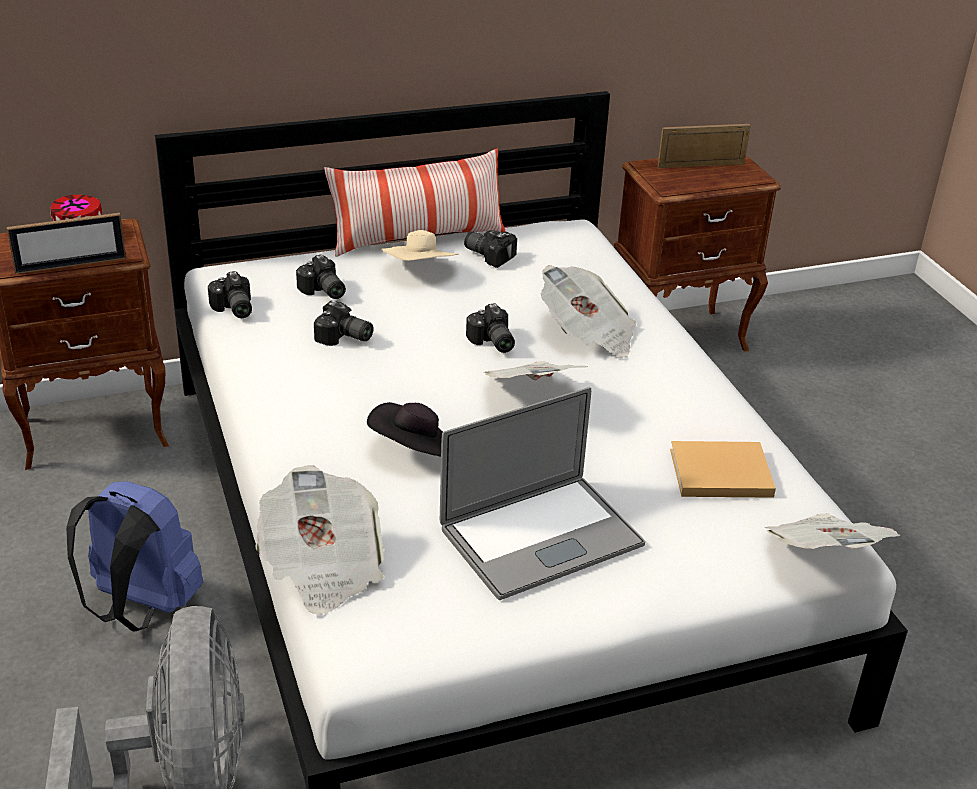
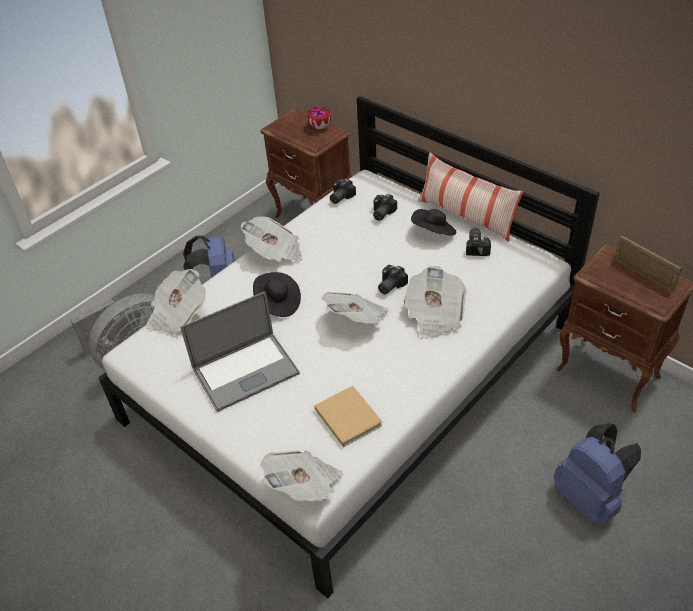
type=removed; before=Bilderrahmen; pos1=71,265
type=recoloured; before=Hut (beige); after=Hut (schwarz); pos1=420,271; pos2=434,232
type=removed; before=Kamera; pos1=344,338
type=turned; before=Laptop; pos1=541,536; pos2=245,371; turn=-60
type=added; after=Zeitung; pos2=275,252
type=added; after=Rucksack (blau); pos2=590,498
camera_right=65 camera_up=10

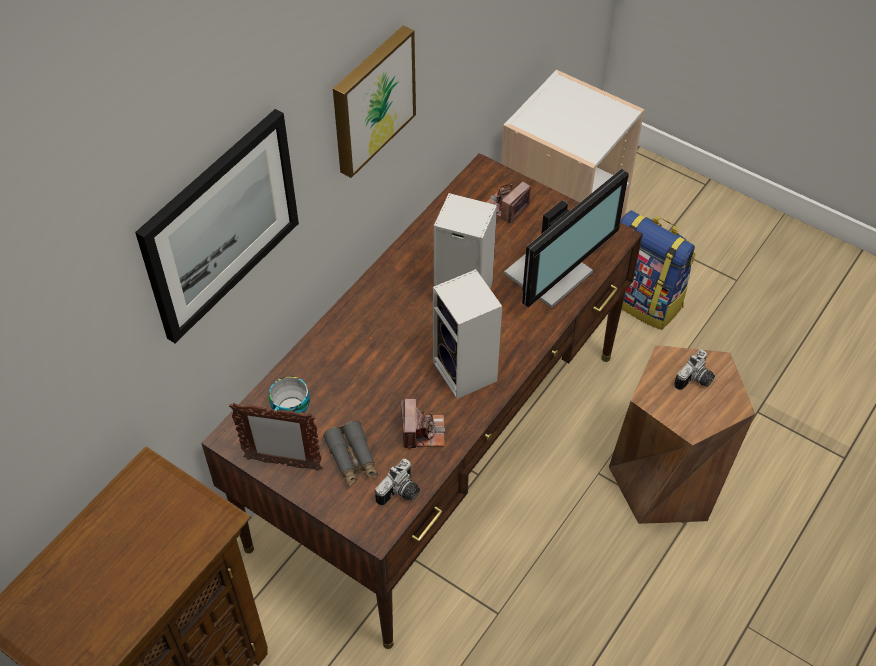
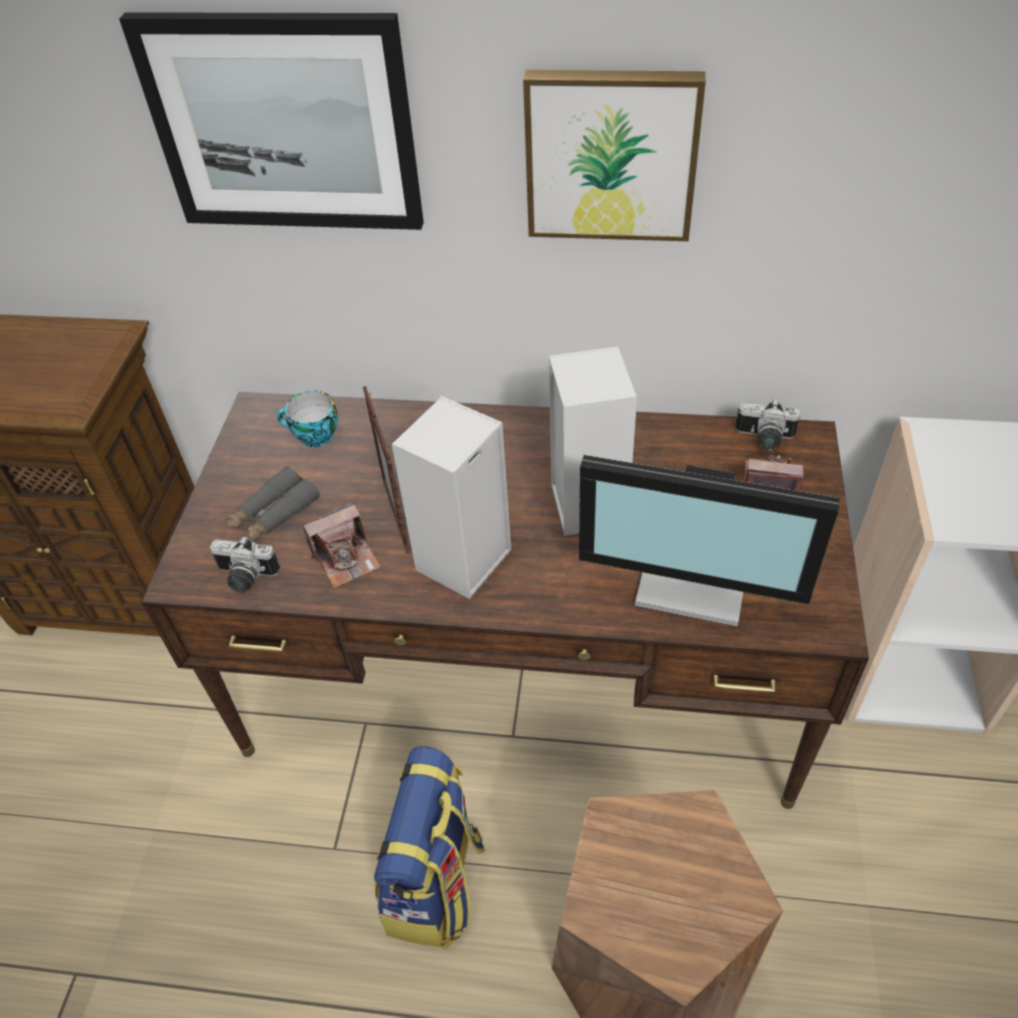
type=moved; before=Rucksack; pos1=644,300; pos2=436,885
type=moved; before=Kamera; pos1=695,380; pos2=764,439
type=moved; before=Bilderrahmen; pos1=282,463; pos2=396,516
camera_right=65 camera_up=-5

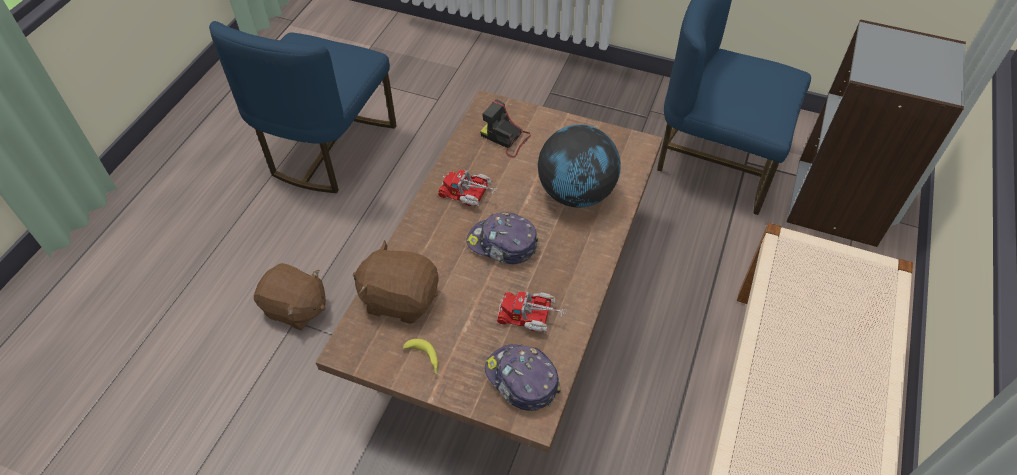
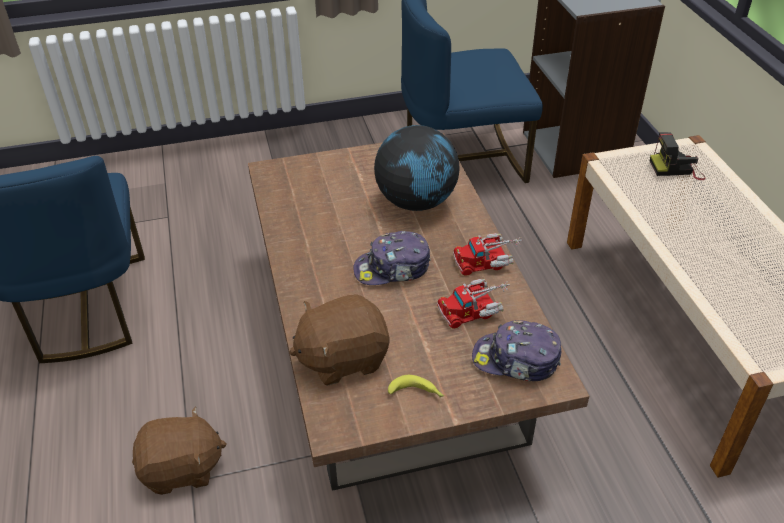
type=moved; before=Kamera; pos1=506,138; pos2=677,168
type=moved; before=Spielzeuglaster; pos1=470,194; pos2=488,260
camera_right=-35 camera_up=-10

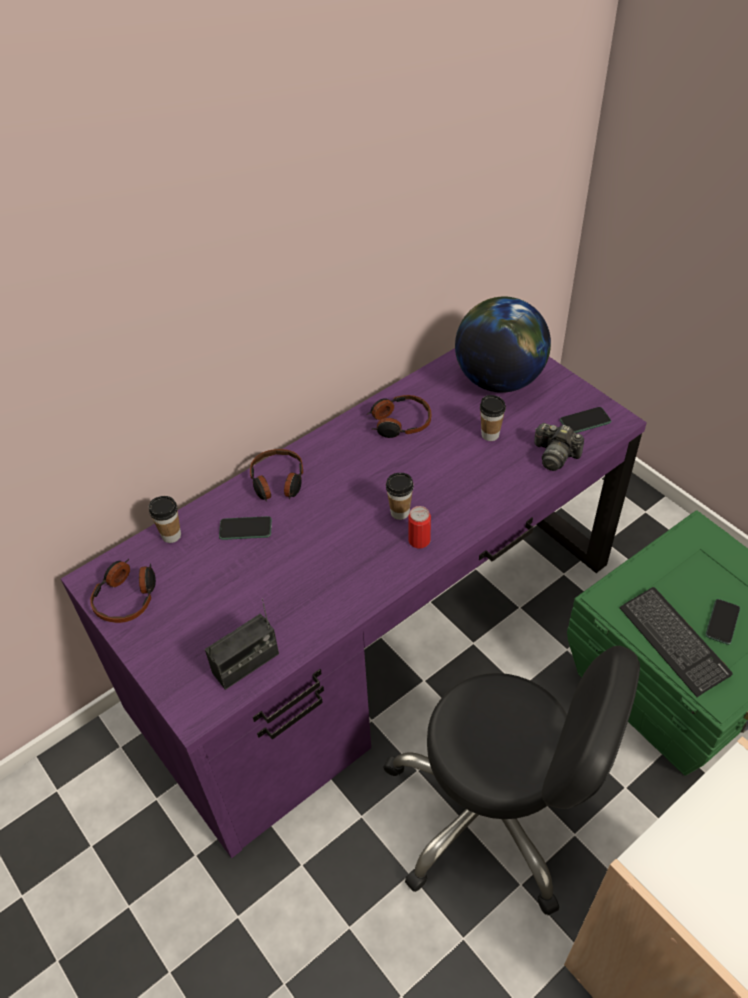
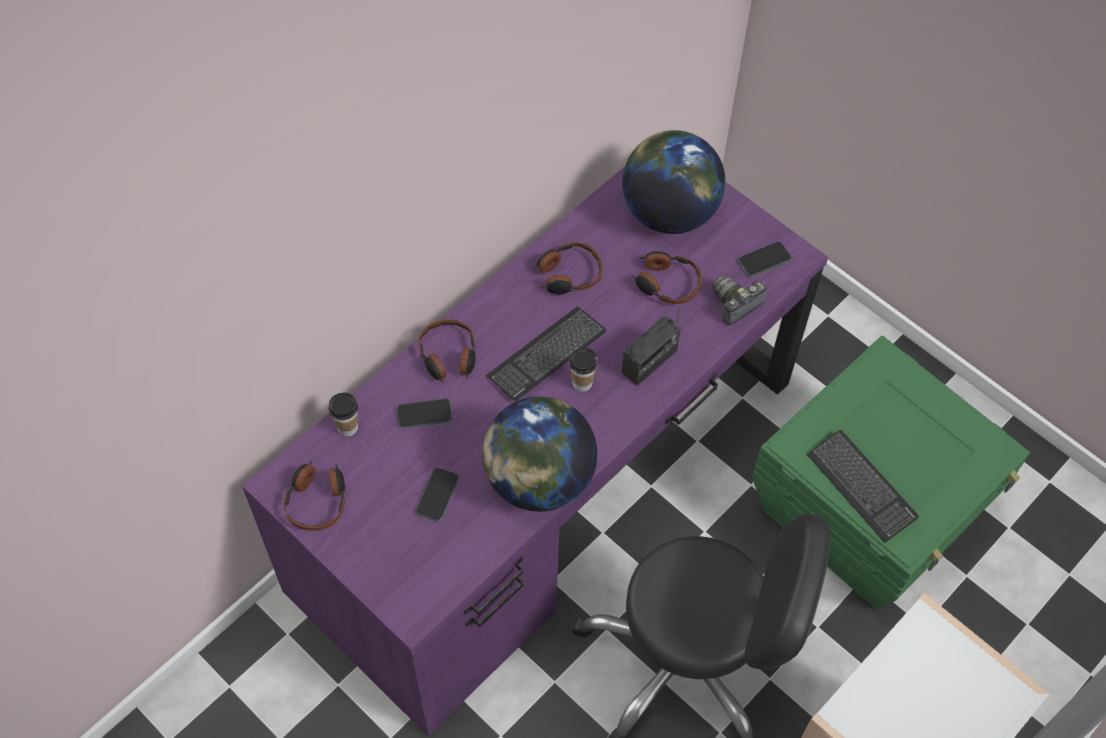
type=replaced; before=Tasse; after=Kopfhörer; pos1=490,435; pos2=666,283
type=turned; before=Kamera; pos1=555,455; pos2=736,304; turn=120
type=removed; before=Dose; pos1=419,540
type=moved; before=Radio; pos1=246,664; pos2=649,362
type=moved; before=Handy; pos1=722,622; pos2=437,495
type=added; after=Tastatur; pos2=546,355
type=added; after=Globus; pos2=538,479
camera_right=-10 camera_up=10

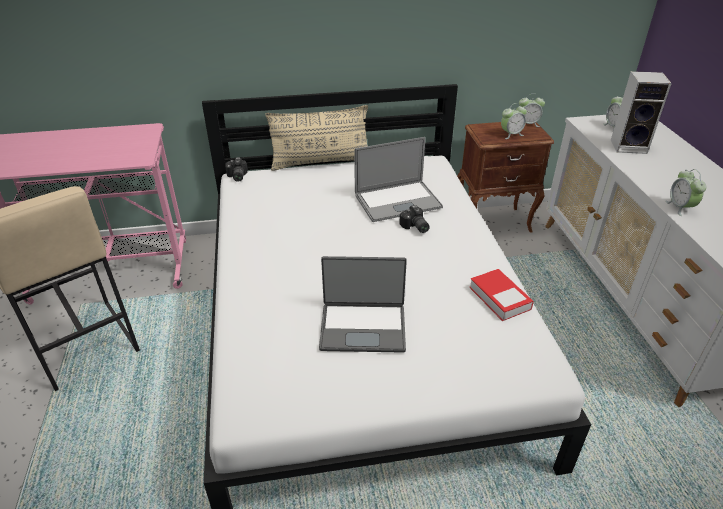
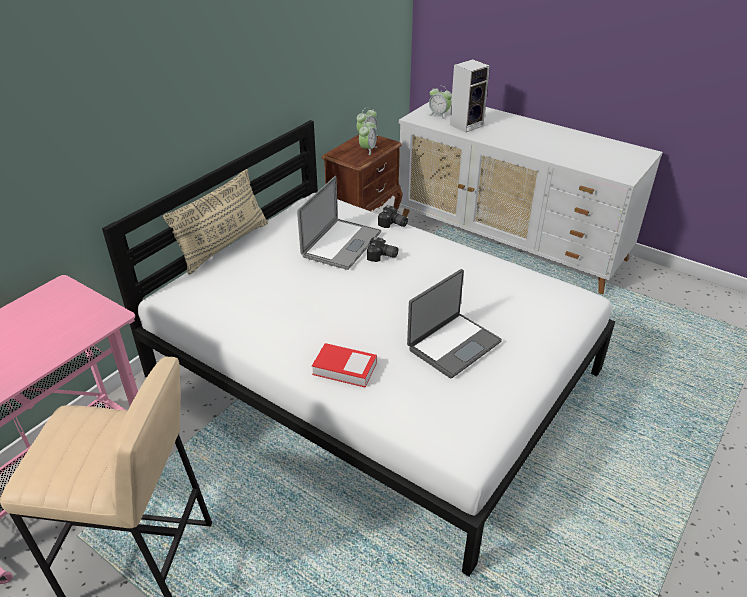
type=moved; before=Kamera; pos1=236,176; pos2=393,224
type=removed; before=Wecker; pos1=680,207
type=moved; before=Buch; pos1=499,298; pos2=345,369
camera_right=-45 camera_up=0

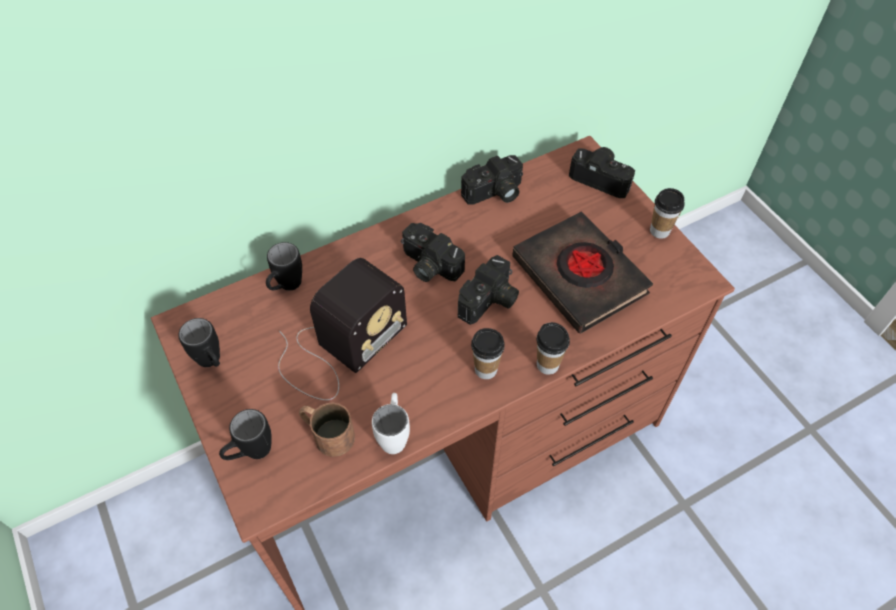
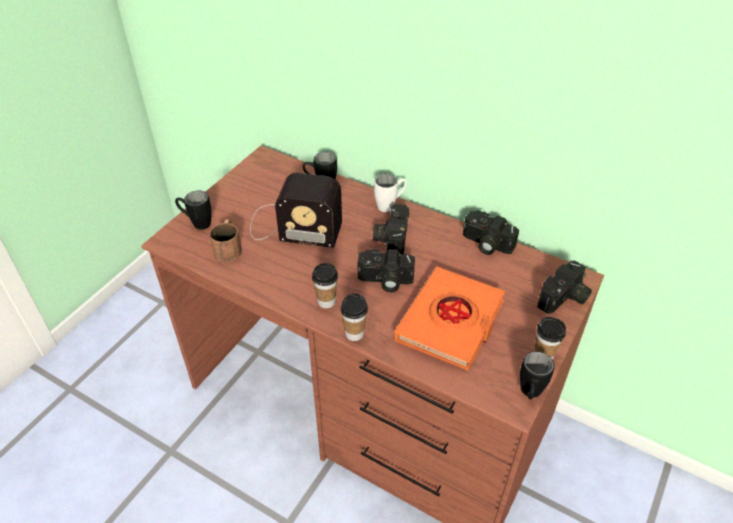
type=turned; before=Kamera; pos1=602,178; pos2=564,299; turn=45
type=recoloured; before=Buch (schwarz); after=Buch (orange); pos1=580,276; pos2=450,322
type=moved; before=Henkelbecher (schwarz); pos1=212,363; pos2=529,395
type=moved; before=Henkelbecher (weiß); pos1=394,434; pos2=390,205
camera_right=60 camera_up=-10

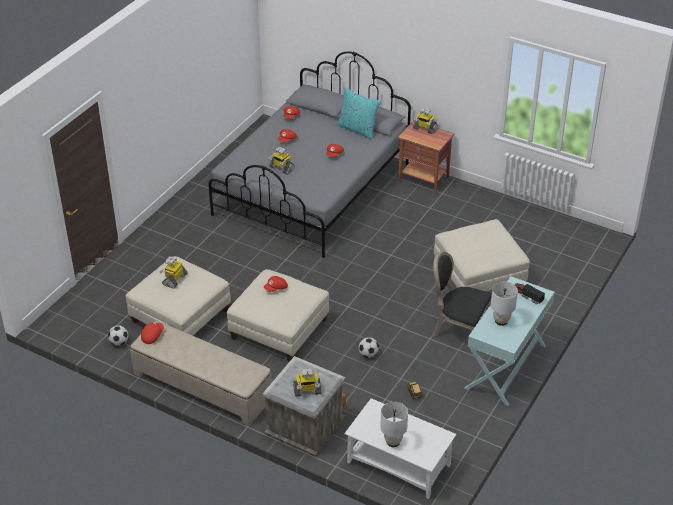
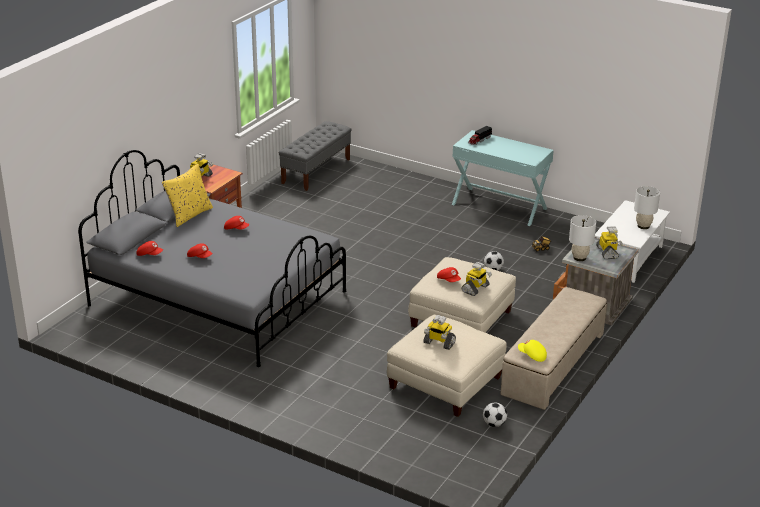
type=recoloured; before=Kissen (türkis); after=Kissen (gelb); pos1=358,129; pos2=189,215
type=moved; before=Spielzeugroboter; pos1=281,168; pos2=475,289
type=removed; before=Polsterhocker (beige); pos1=478,275
type=removed; before=Stuhl (schwarz); pos1=458,330
type=moved; before=Tischlampe (weiß); pos1=501,321; pos2=579,258
type=recoloured; before=Kappe (rot); after=Kappe (gelb); pos1=152,336; pos2=532,355
type=added; after=Bank (grau); pos2=316,171
camera_right=-90 camera_up=-10

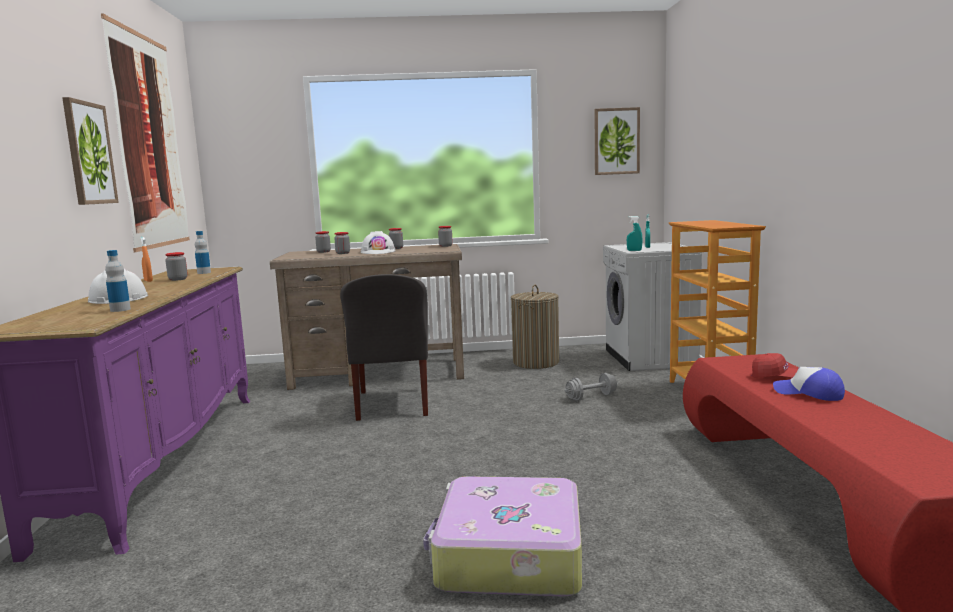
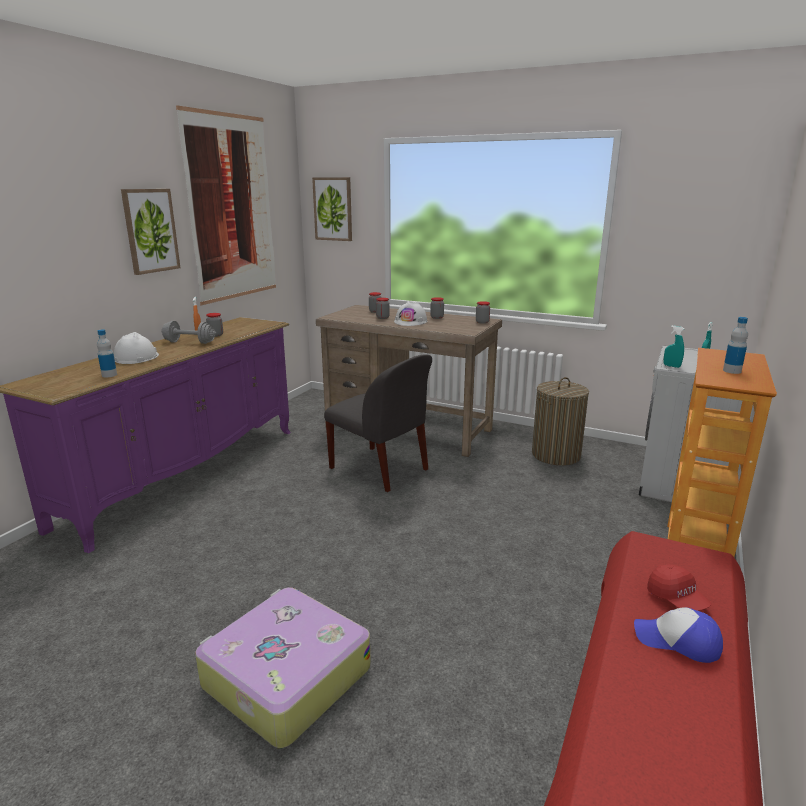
type=moved; before=Bild; pos1=616,141; pos2=333,209
type=moved; before=Flasche; pos1=204,273; pos2=732,371
type=turned; before=Stuhl (grau); pos1=393,405; pos2=380,470; turn=-75
type=turned; before=Kappe; pos1=808,393; pos2=677,641; turn=-45
type=moved; before=Hantel (grau); pos1=591,397; pos2=190,342
camera_right=30 camera_up=10

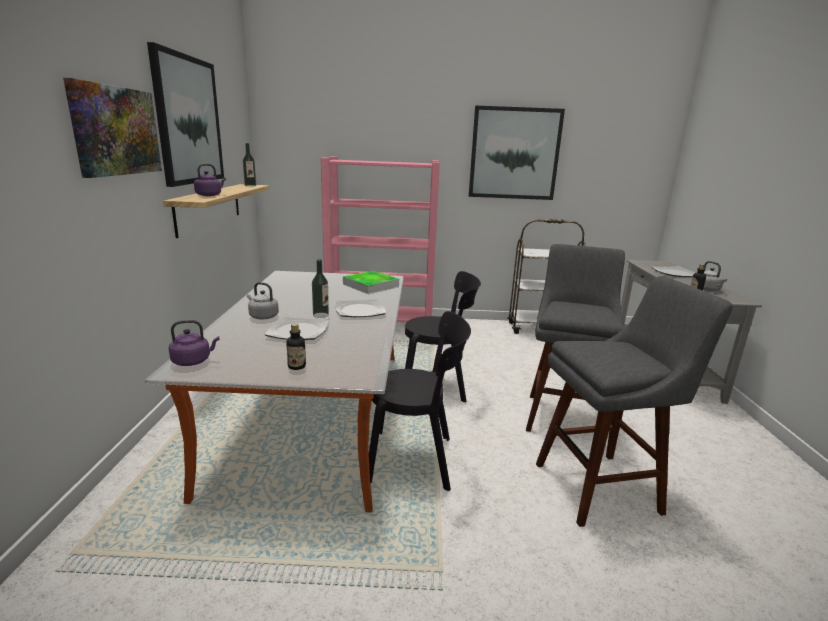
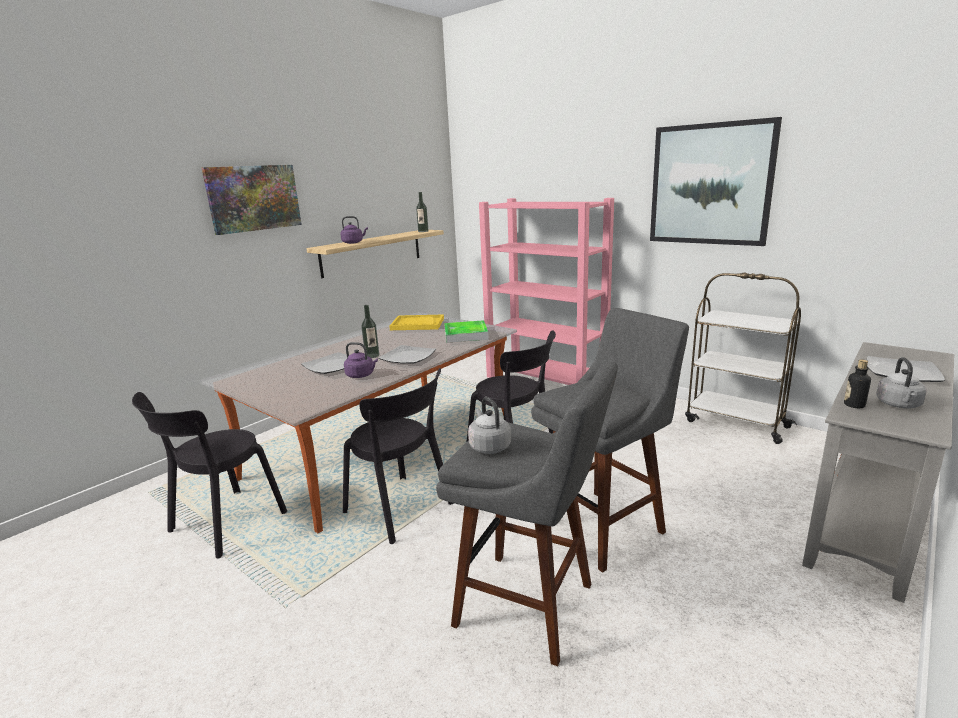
type=removed; before=Bild; pos1=188,120
type=moved; before=Wasserkessel (grau); pos1=262,316; pos2=489,446
type=moved; before=Wasserkessel (lila); pos1=193,361; pos2=361,375
type=removed; before=Flasche; pos1=296,366
type=added; after=Tablett (gelb); pos2=417,324
type=added; after=Stuhl (schwarz); pos2=223,525
camera_right=40 camera_up=0

